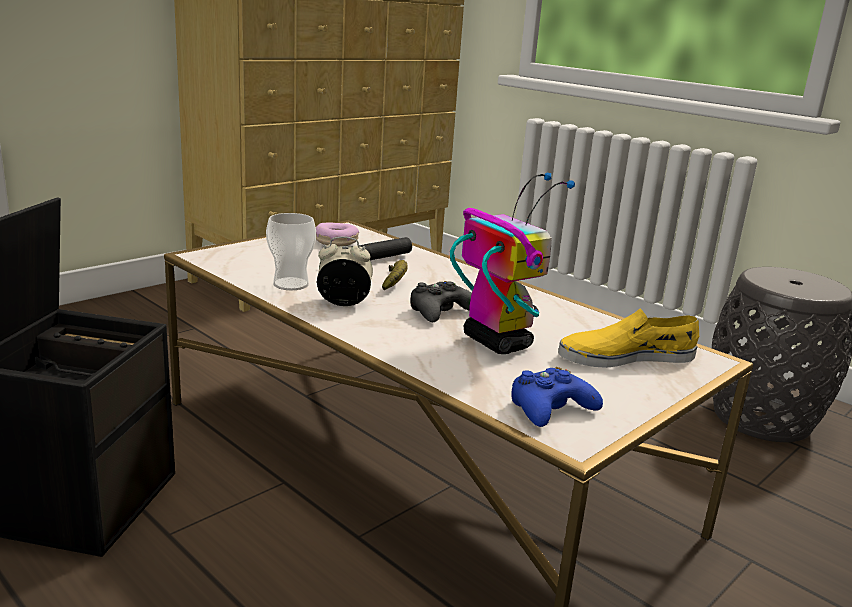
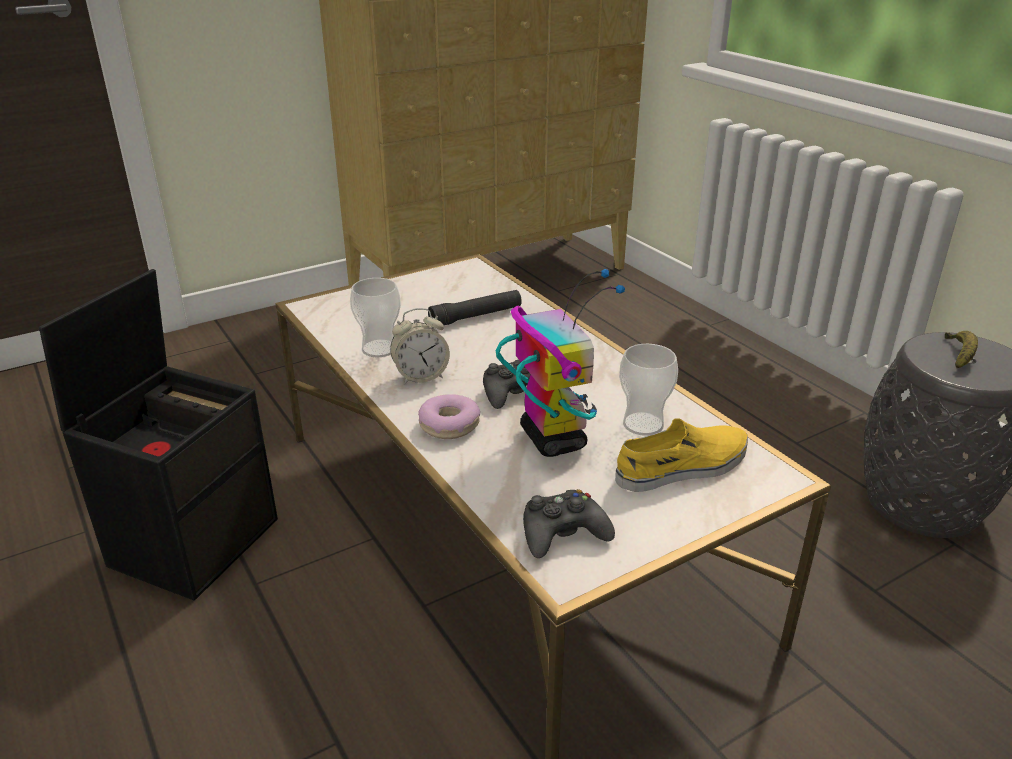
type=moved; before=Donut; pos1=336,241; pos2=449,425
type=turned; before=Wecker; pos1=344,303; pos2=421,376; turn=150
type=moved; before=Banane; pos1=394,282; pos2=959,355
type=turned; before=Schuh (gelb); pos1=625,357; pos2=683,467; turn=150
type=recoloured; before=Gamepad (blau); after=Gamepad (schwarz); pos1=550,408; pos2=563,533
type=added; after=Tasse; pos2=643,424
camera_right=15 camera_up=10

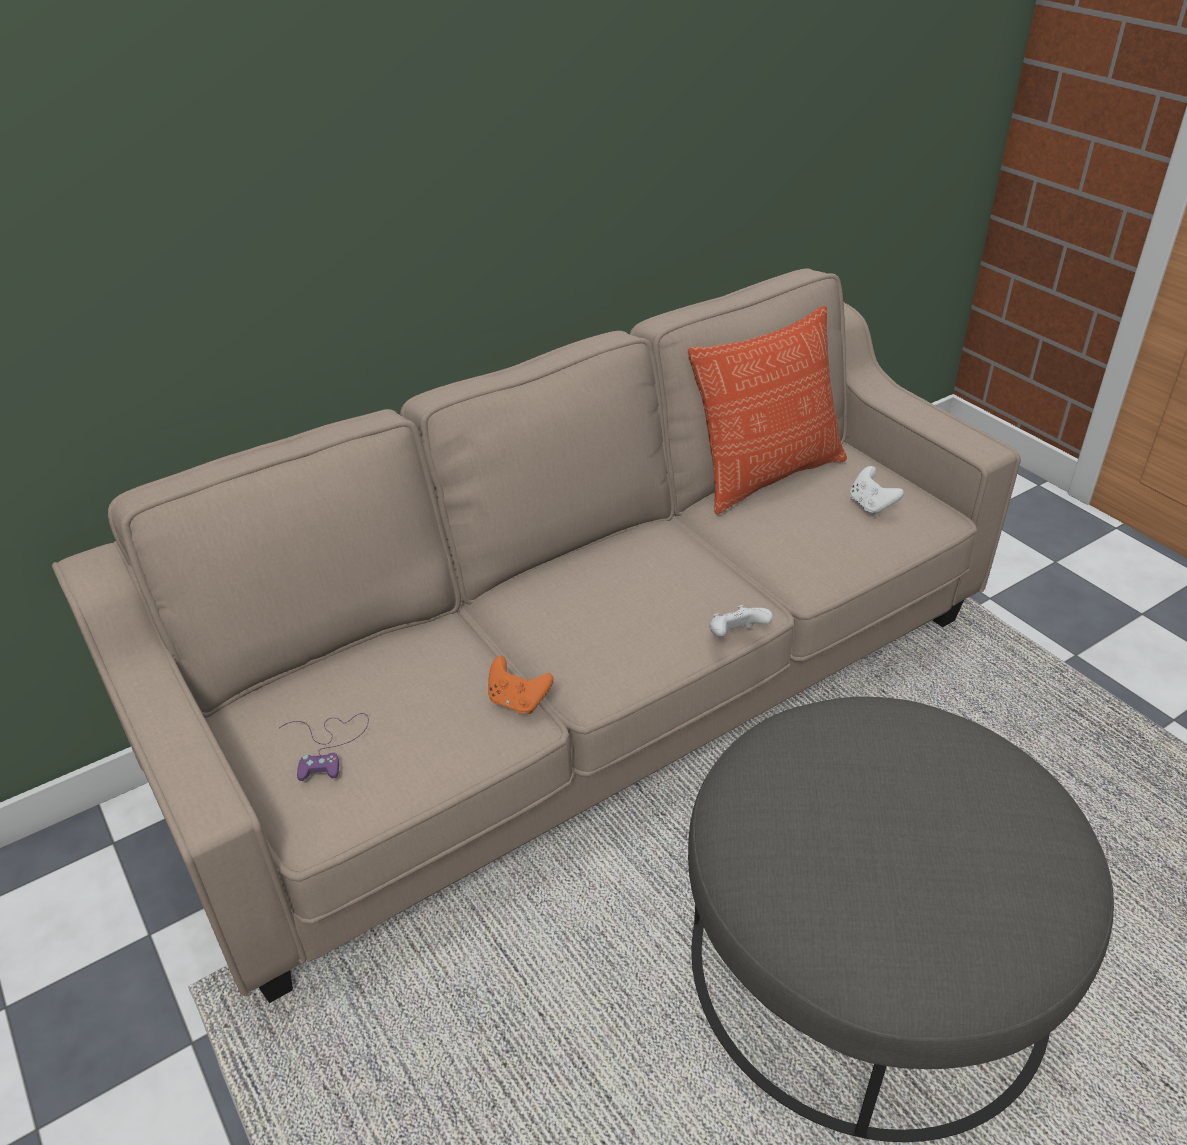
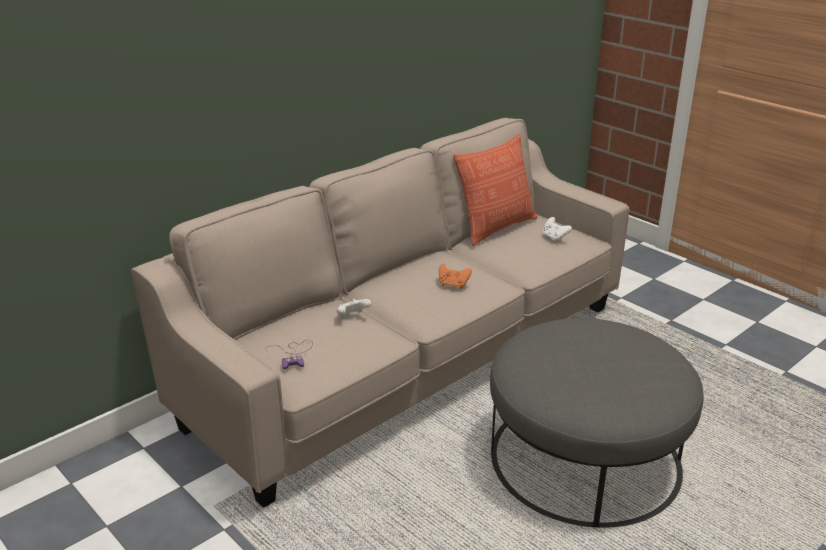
type=moved; before=Gamepad (weiß); pos1=735,636; pos2=352,317
type=moved; before=Gamepad (orange); pos1=518,701; pos2=453,285
camera_right=-10 camera_up=-10

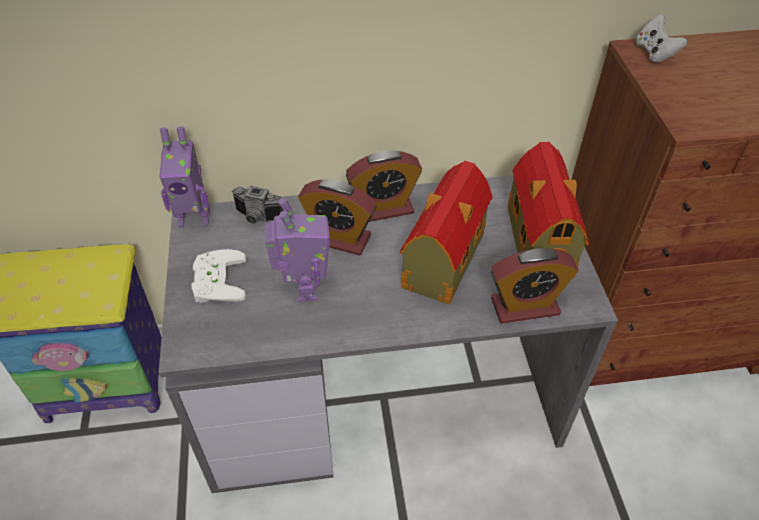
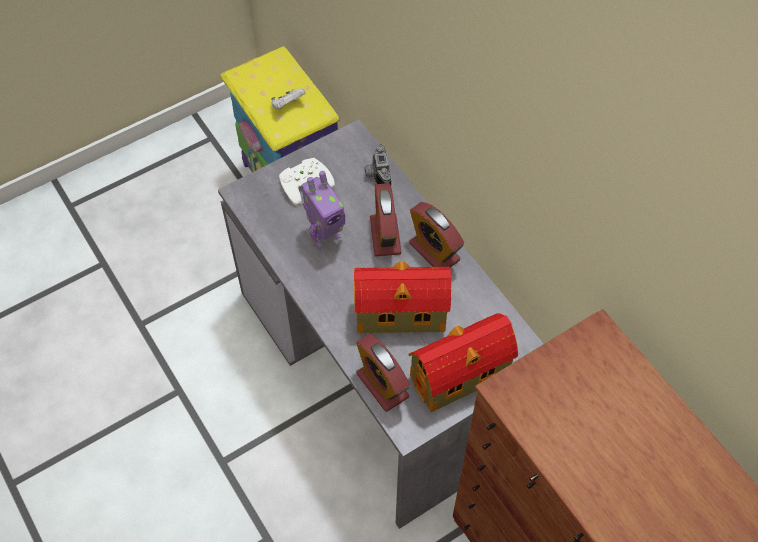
type=moved; before=Gamepad (weiß); pos1=654,53; pos2=287,105
type=removed; before=Spielzeugroboter; pos1=194,218
camera_right=65 camera_up=10

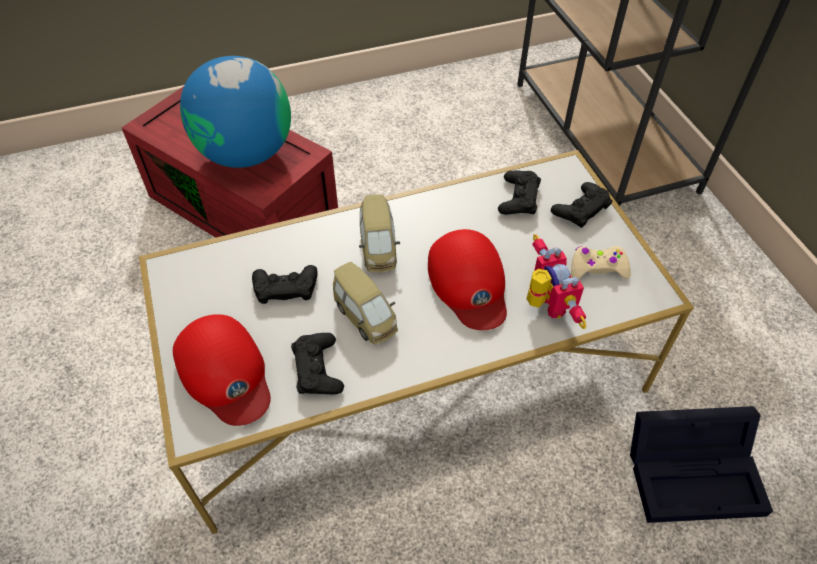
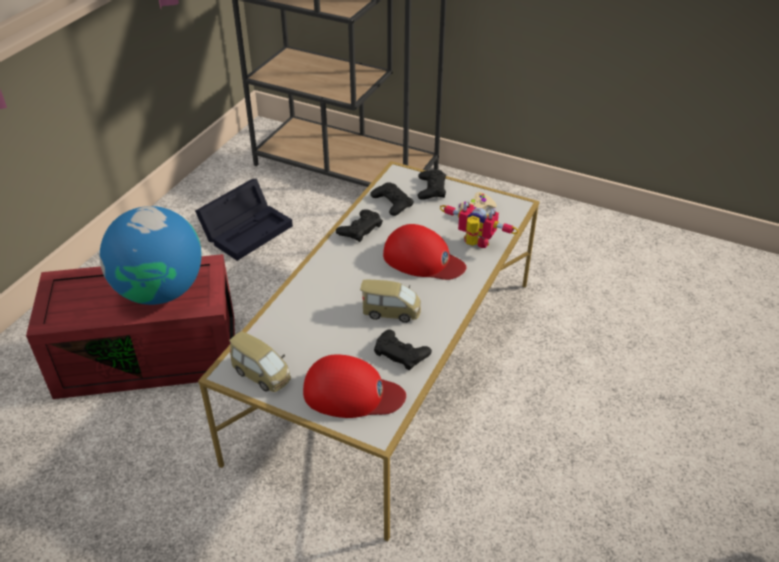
type=moved; before=Spielzeugauto; pos1=378,248; pos2=262,374
type=moved; before=Gamepad (schwarz); pos1=285,287; pos2=360,229
type=moved; before=Aufbewahrungsbox (schwarz); pos1=696,473; pos2=248,229
camera_right=-45 camera_up=-10

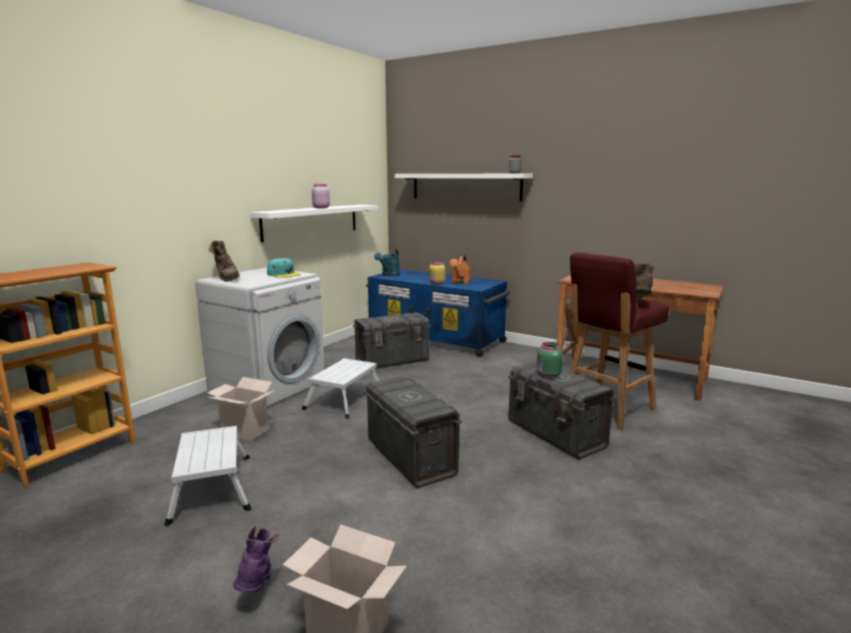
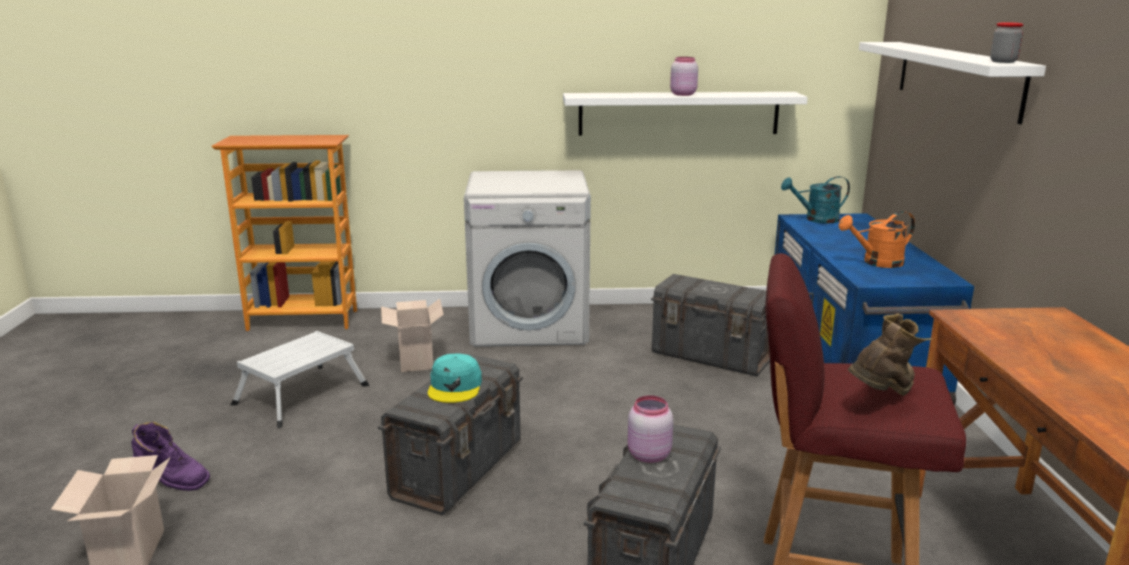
type=removed; before=Stiefel (braun); pos1=226,278
type=moved; before=Kappe (türkis); pos1=283,274; pos2=455,387
type=removed; before=Vorratsglas (gelb); pos1=437,283
type=recoloured; before=Vorratsglas (grün); after=Vorratsglas (rosa); pos1=548,376; pos2=647,455
type=removed; before=Trittleiter (weiß); pos1=345,399
type=turned; before=Stiefel (lila); pos1=256,585; pos2=171,482; turn=60
camera_right=55 camera_up=5

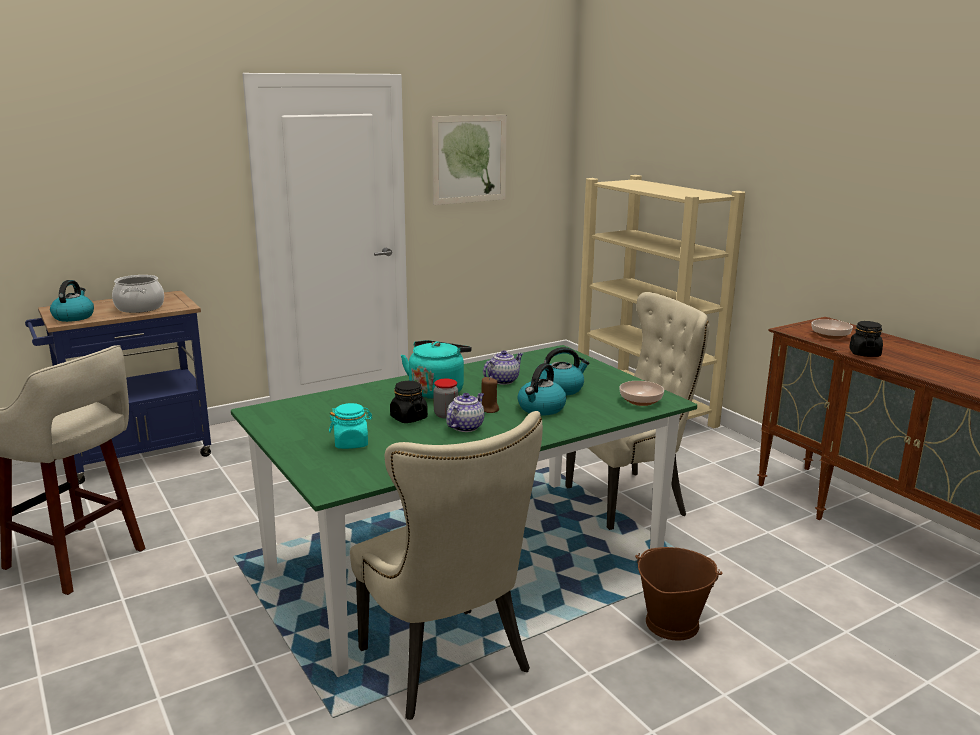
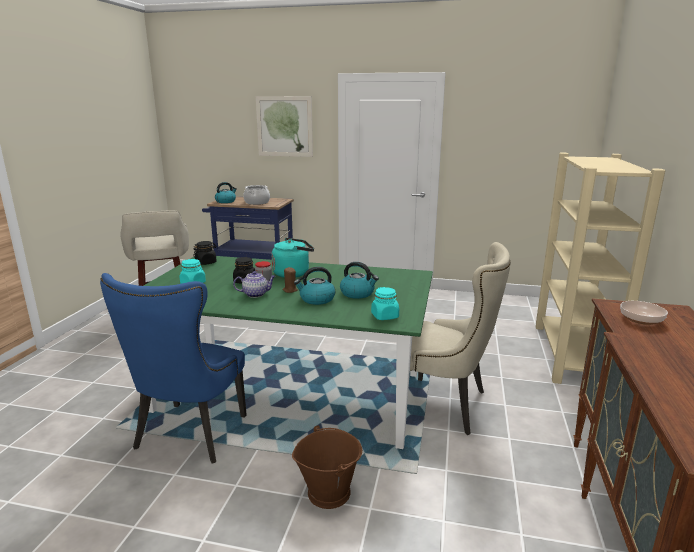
type=moved; before=Bild; pos1=469,159; pos2=284,126
type=moved; before=Vorratsglas (schwarz); pos1=864,353; pos2=206,262
type=removed; before=Teekanne; pos1=503,380
type=replaced; before=Schüssel; after=Vorratsglas (türkis); pos1=640,401; pos2=385,316
type=recoloured; before=Stuhl (beige); after=Stuhl (blau); pos1=445,663; pos2=191,434
camera_right=45 camera_up=0

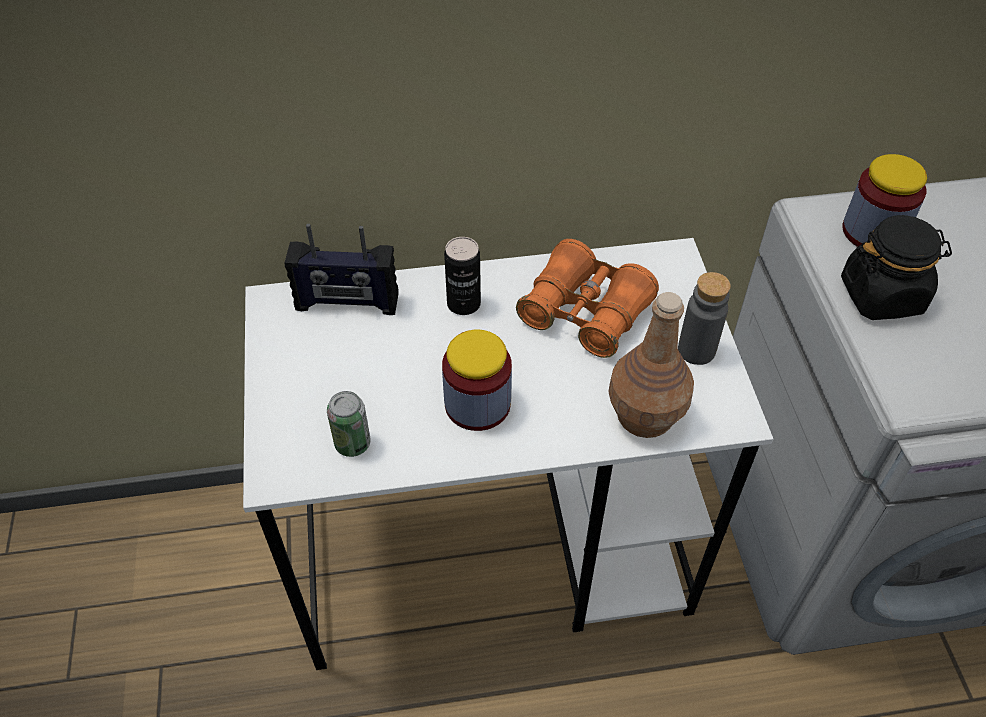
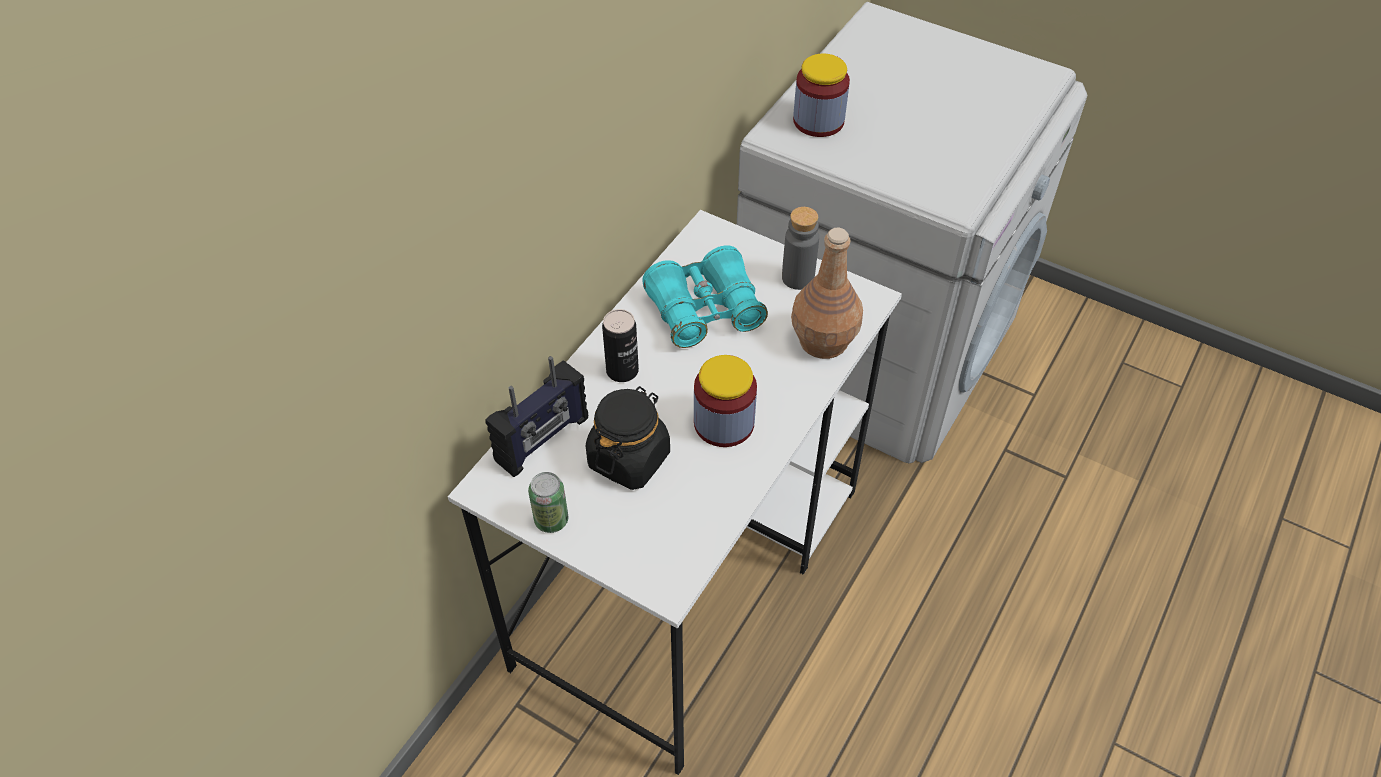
type=moved; before=Vorratsglas (schwarz); pos1=882,295; pos2=629,458
type=recoloured; before=Fernglas (orange); after=Fernglas (türkis); pos1=585,312; pos2=705,310
type=moved; before=Dose; pos1=352,443; pos2=551,520
camera_right=-50 camera_up=0

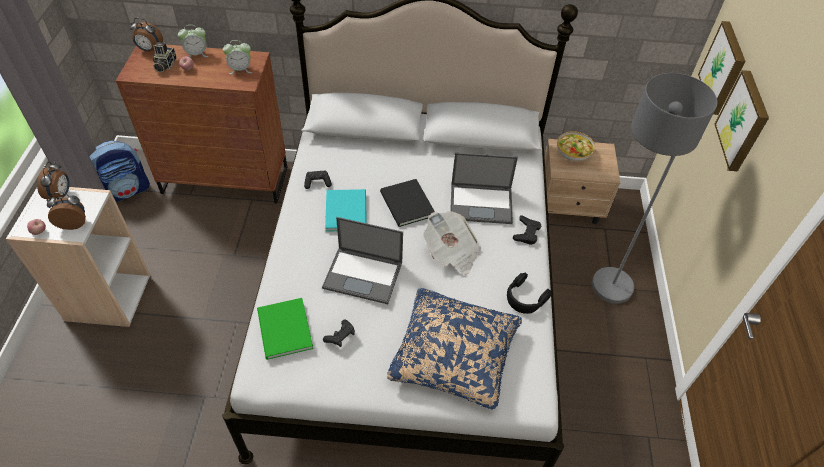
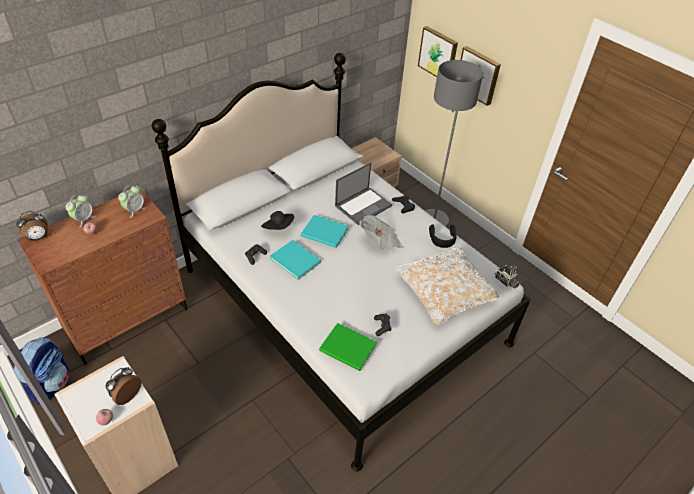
type=moved; before=Kamera; pos1=164,65; pos2=506,281
type=removed; before=Schüssel; pos1=573,152
type=removed; before=Wecker; pos1=61,195
type=recoloured; before=Buch (schwarz); after=Buch (türkis); pos1=406,205; pos2=325,233
type=removed; before=Laptop; pos1=364,275
type=recoloured; before=Kissen (blau); after=Kissen (weiß); pos1=454,355; pos2=446,291
type=added; after=Hut (schwarz); pos2=278,228
camera_right=-45 camera_up=-5

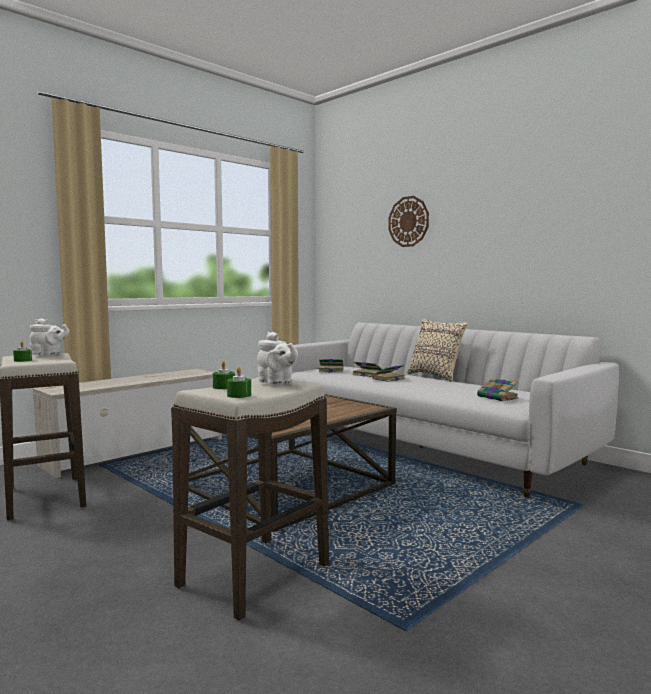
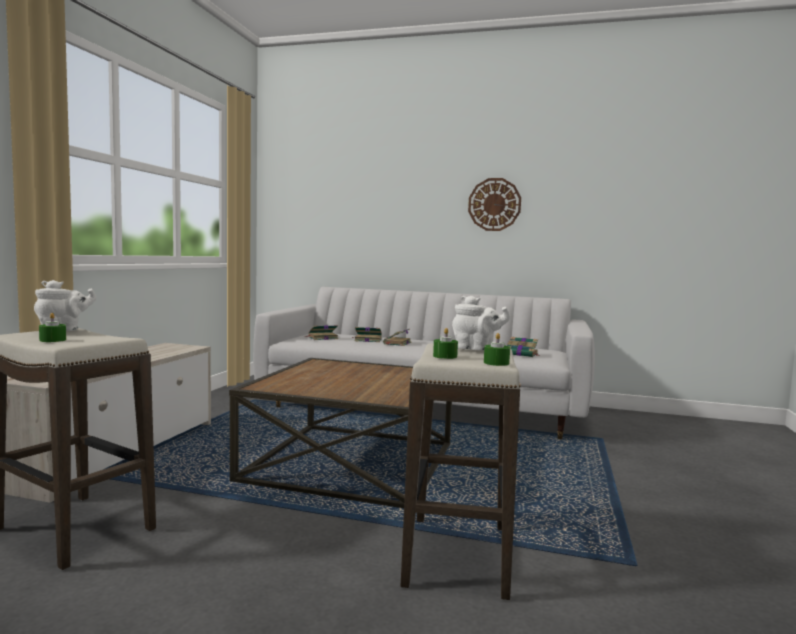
type=moved; before=Wanduhr; pos1=408,221; pos2=494,204
type=removed; before=Kissen (beige); pos1=435,377
camera_right=-30 camera_up=0

